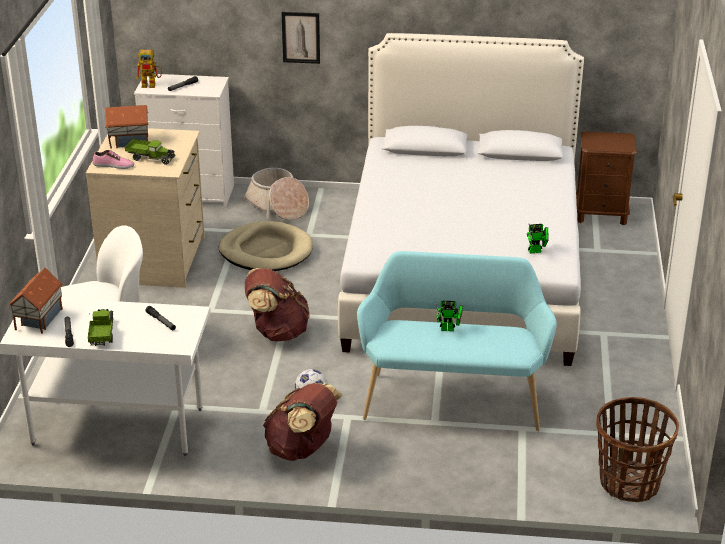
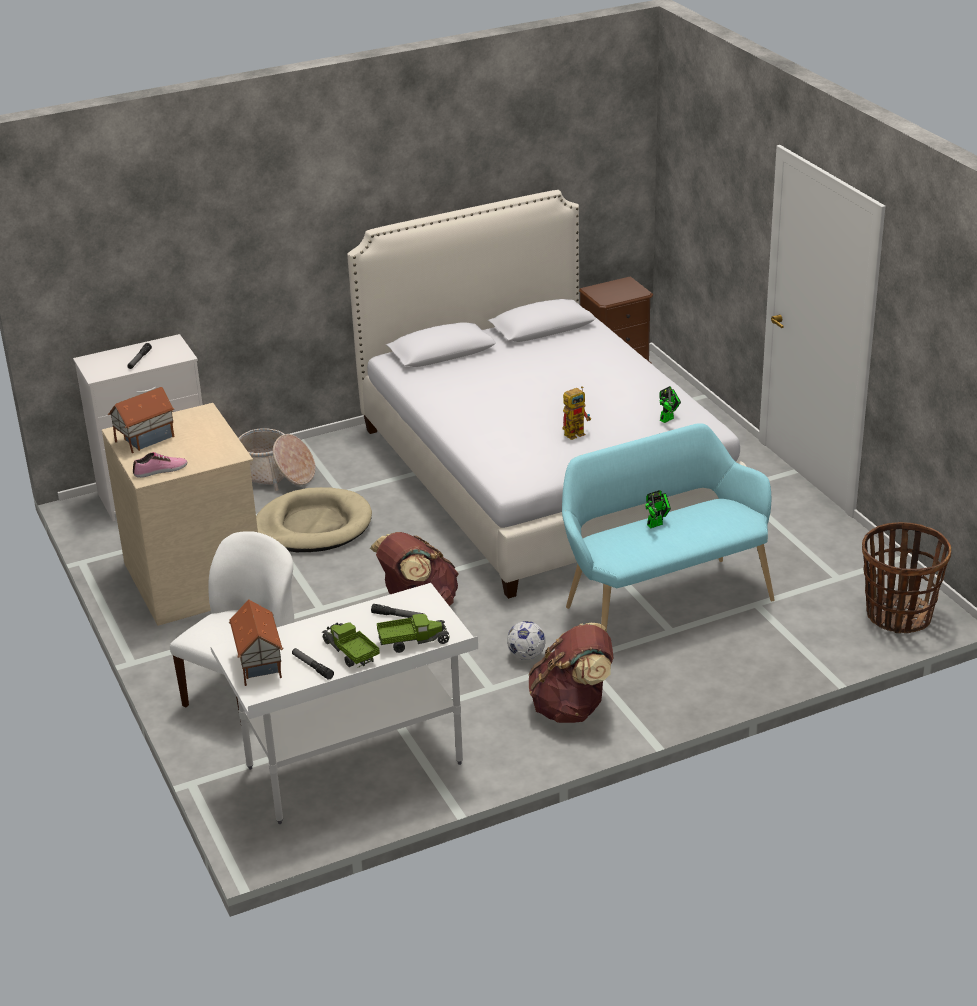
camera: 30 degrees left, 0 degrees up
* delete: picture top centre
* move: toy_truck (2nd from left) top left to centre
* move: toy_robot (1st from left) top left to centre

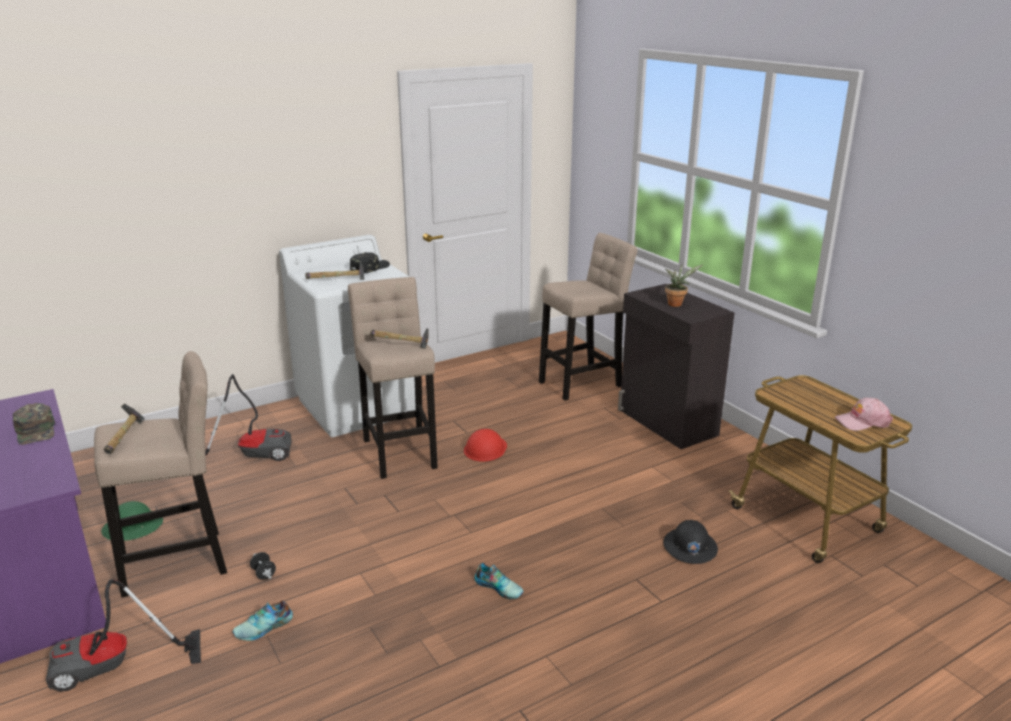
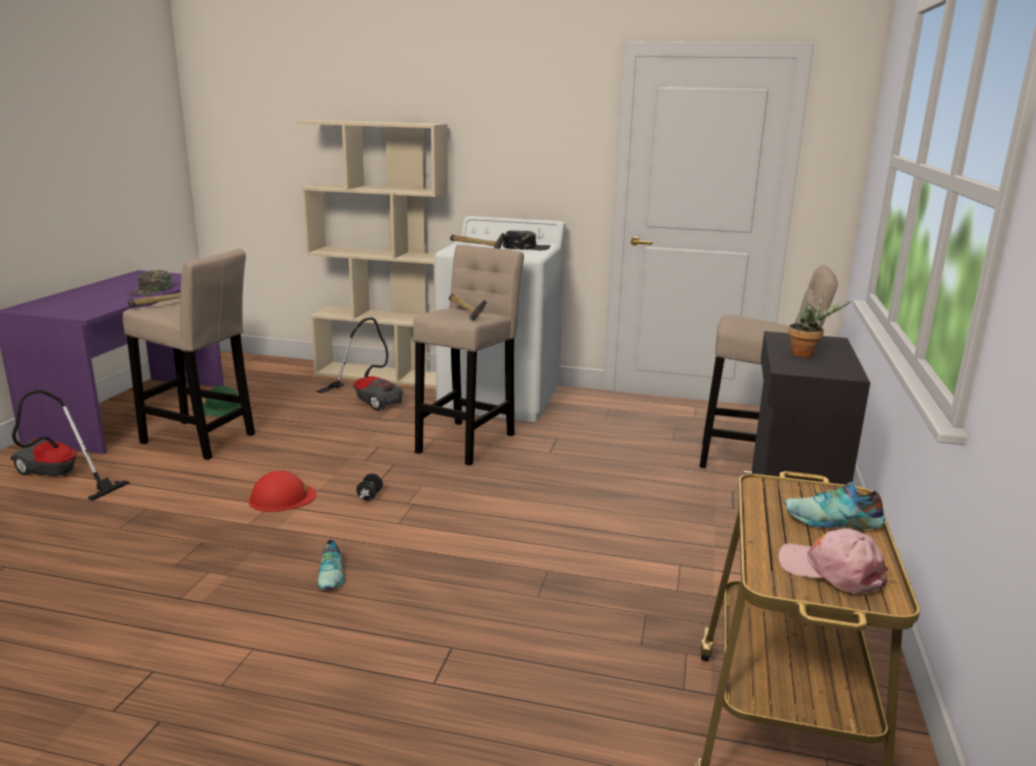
camera: 45 degrees right, 5 degrees down
* delete: black_hard_hat bottom right
* insert: beige_bookcase top centre
* move: shoe (1st from left in the first image) bottom left to shoe (2nd from left) middle right
* move: black_dumbbell bottom left to centre
* move: red_hard_hat centre to middle left

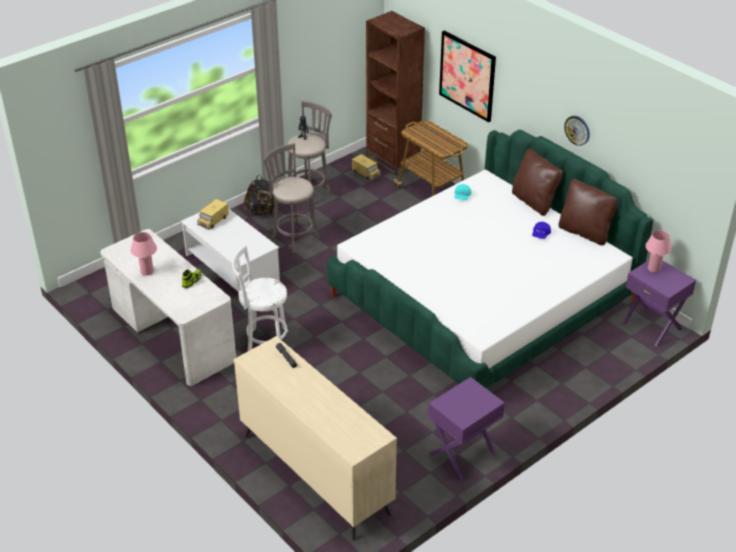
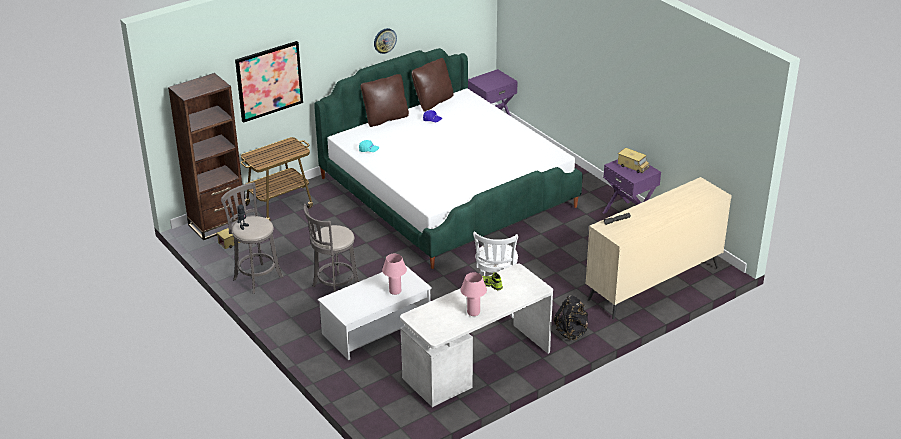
camera: 85 degrees left, 5 degrees down
* move: toy_truck (1st from left in the first image) middle left to toy_truck (2nd from left) middle right
* move: black_backpack centre to bottom centre
* move: pink_table_lamp (2nd from left in the first image) middle right to pink_table_lamp (1st from left) centre

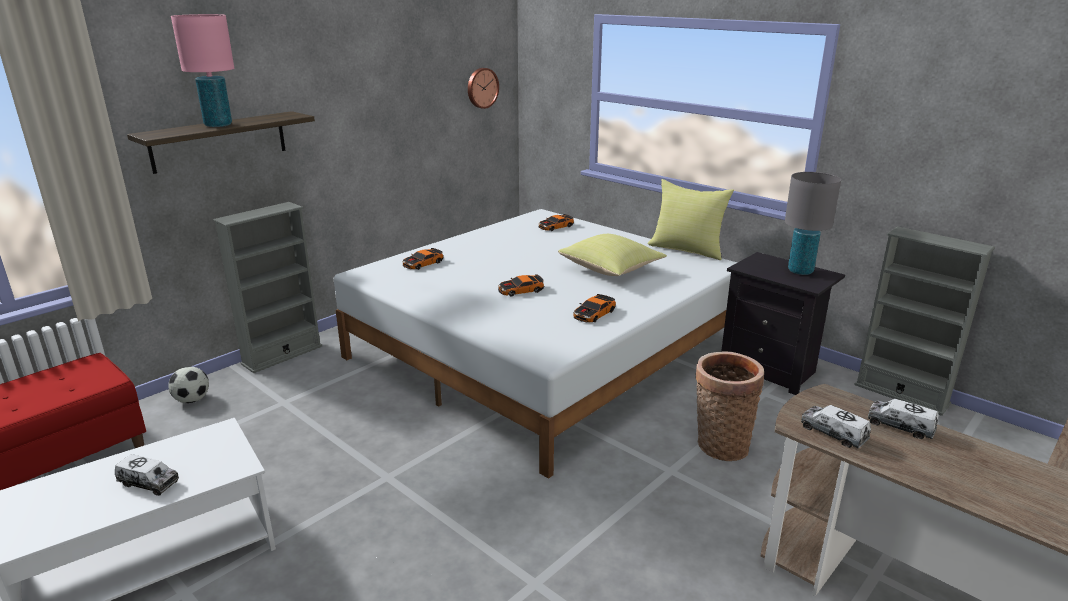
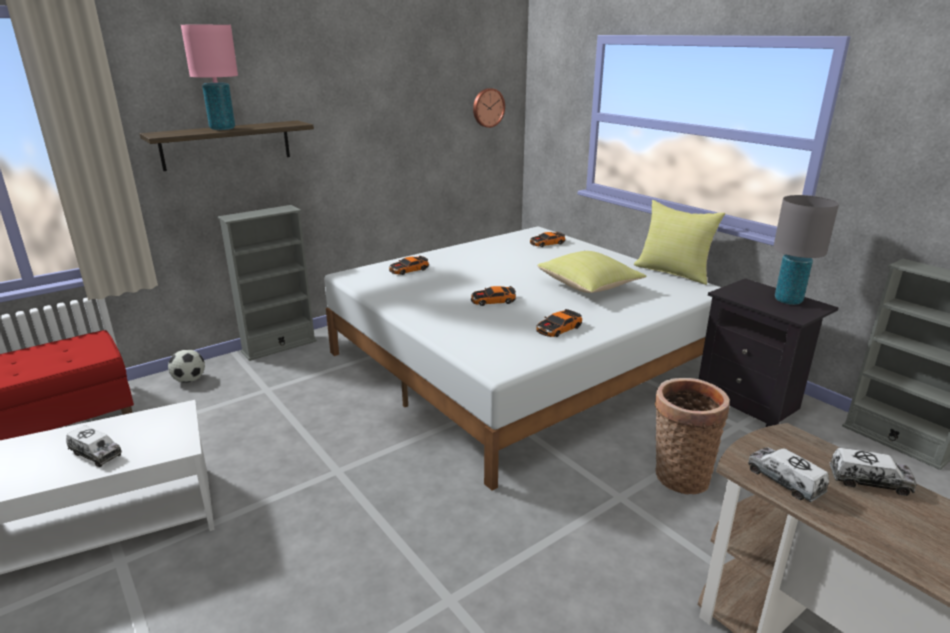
camera: 10 degrees right, 0 degrees up
* rotate: toy_truck (3rd from left) bottom right = bottom right 150 degrees clockwise

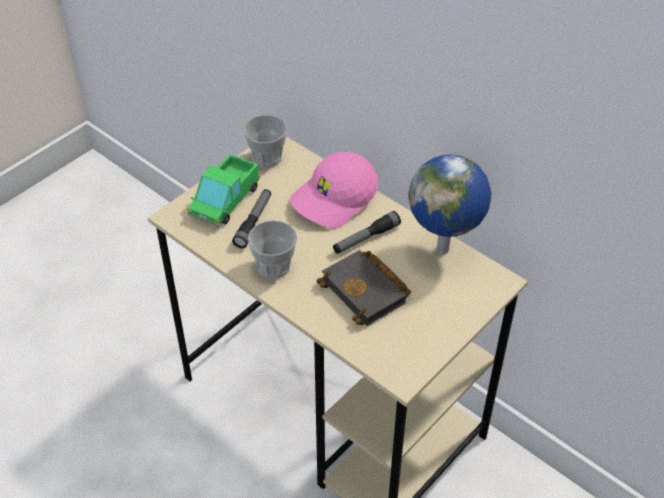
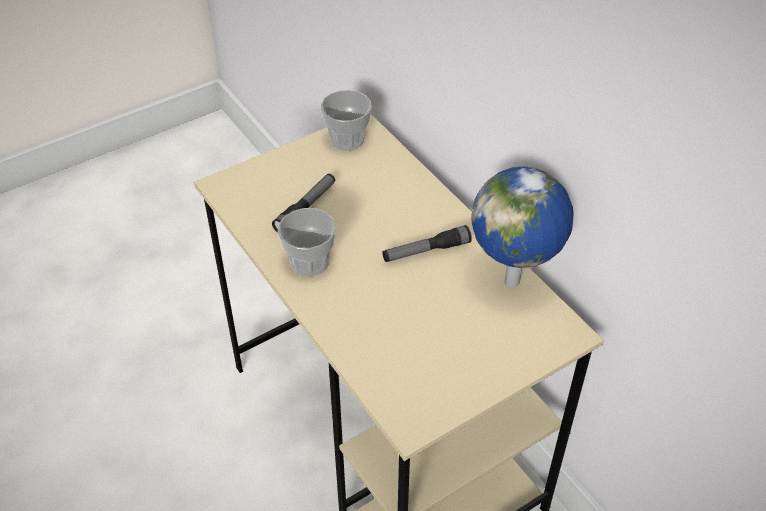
camera: 15 degrees right, 0 degrees up
* delete: toy_truck centre
* delete: pink_cap centre
* delete: black_book centre

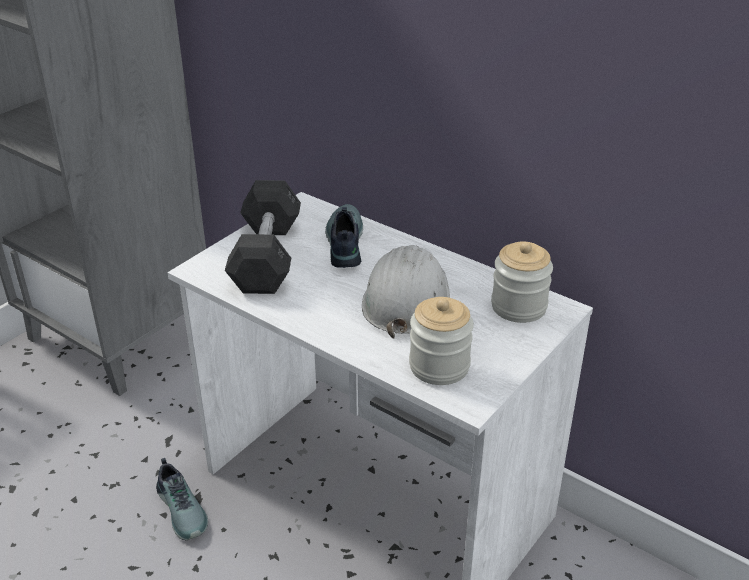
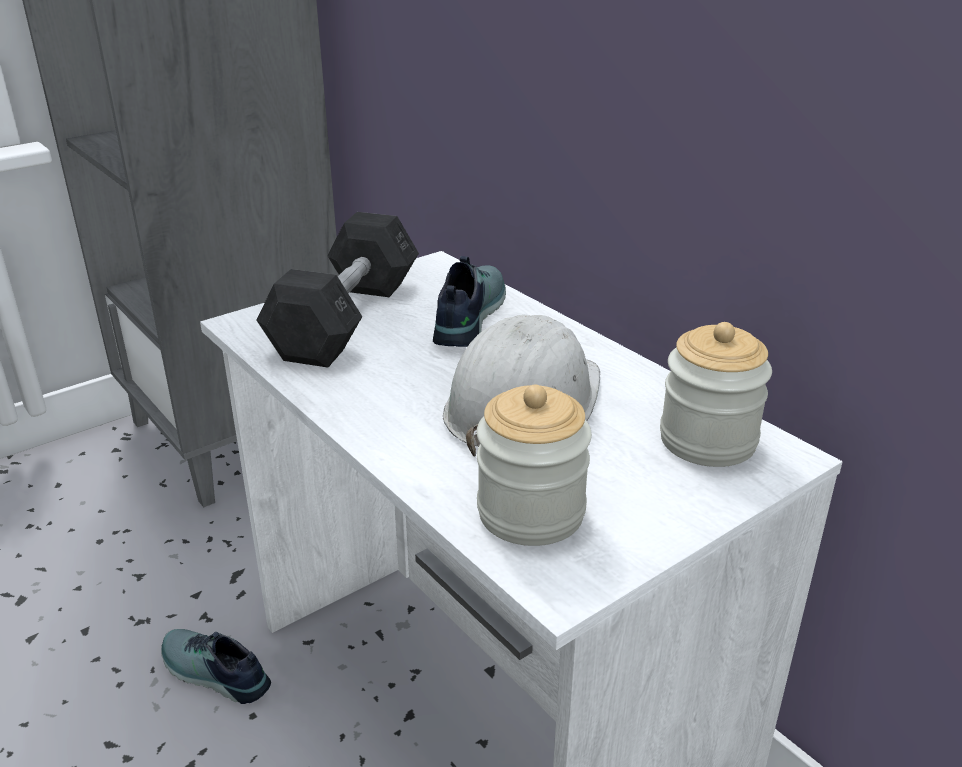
camera: 15 degrees right, 5 degrees down
* rotate: shoe (1st from left) bottom left = bottom left 135 degrees clockwise

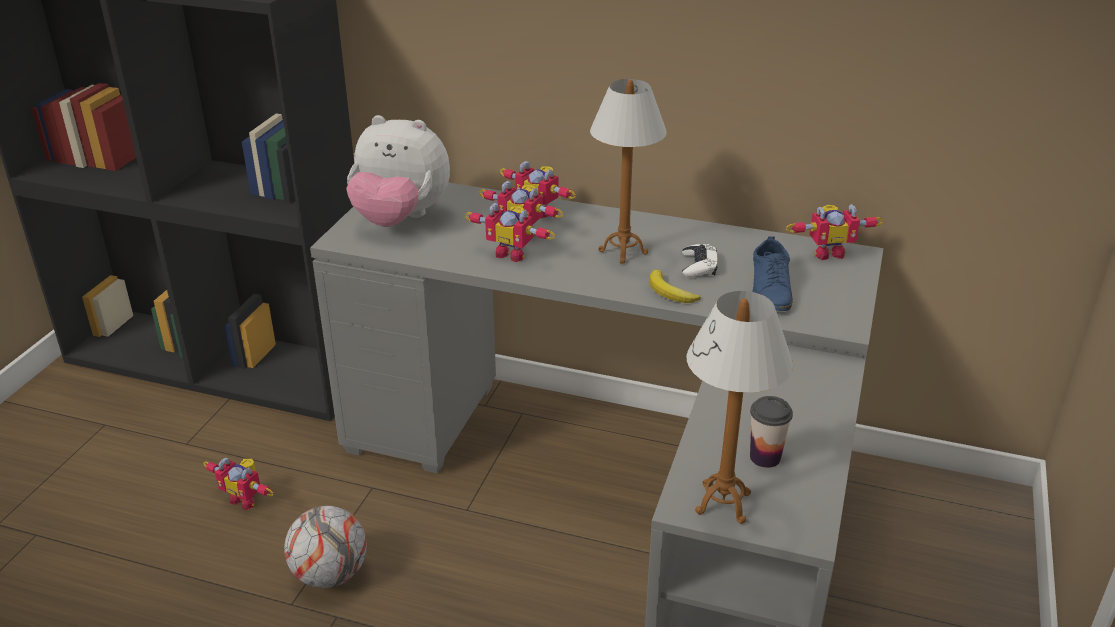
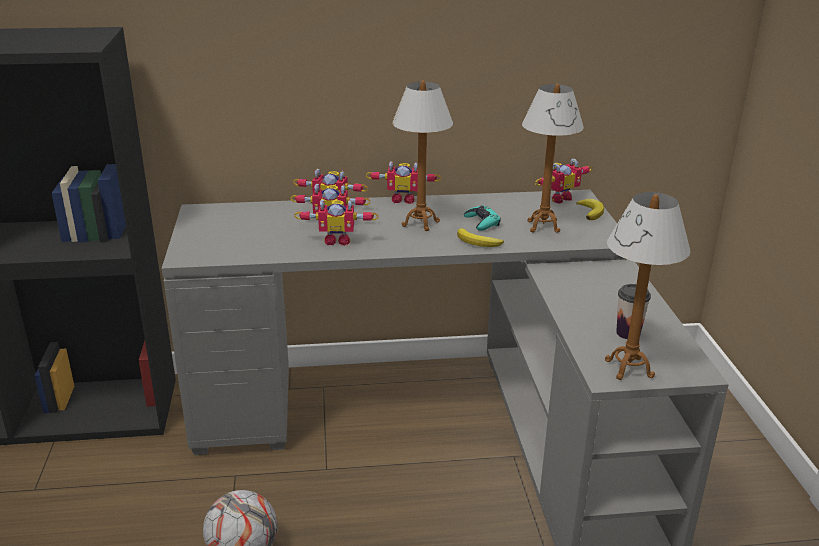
camera: 25 degrees left, 5 degrees down
* delete: plush_toy top centre
* insert: banana (2nd from left) middle right
* move: toy_robot (1st from left in the first image) bottom left to toy_robot (4th from left) centre
* replace: blue_shoe middle right to table_lamp (2nd from left) top right
* recolor: white_game_controller centre to turquoise_game_controller centre

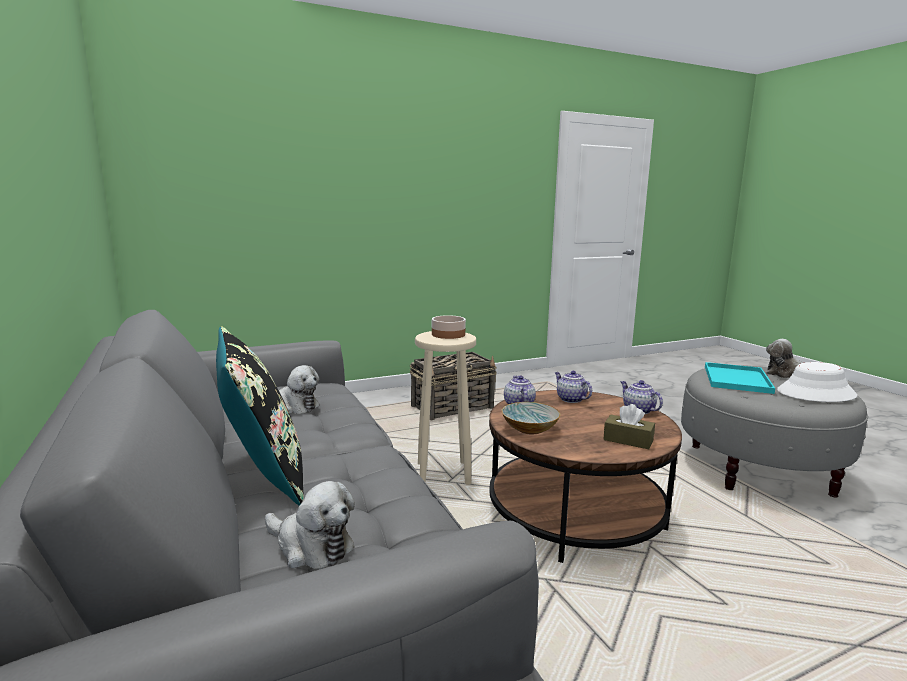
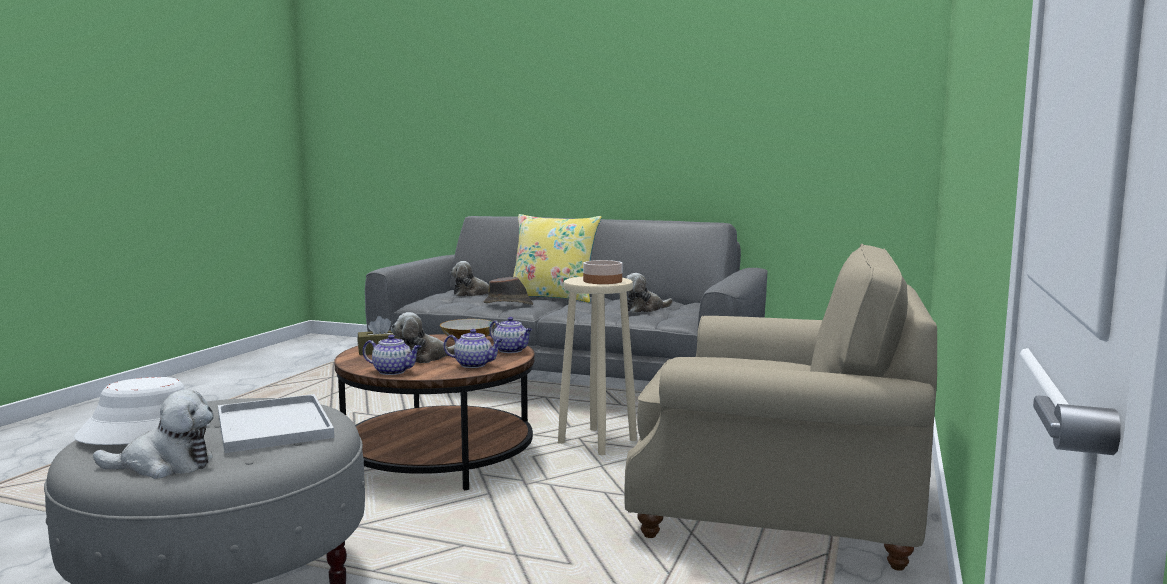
camera: 135 degrees right, 5 degrees down
* insert: plush_toy (2nd from left) centre
* insert: brown_hat centre
* replace: basket centre to beige_armchair bottom right
* recolor: black_pillow middle left to yellow_pillow centre
* recolor: turquoise_tray middle right to white_tray bottom left

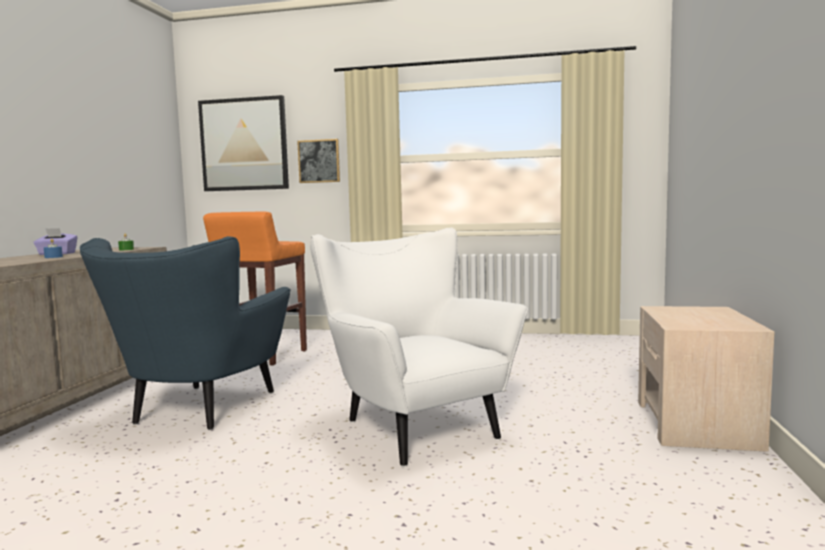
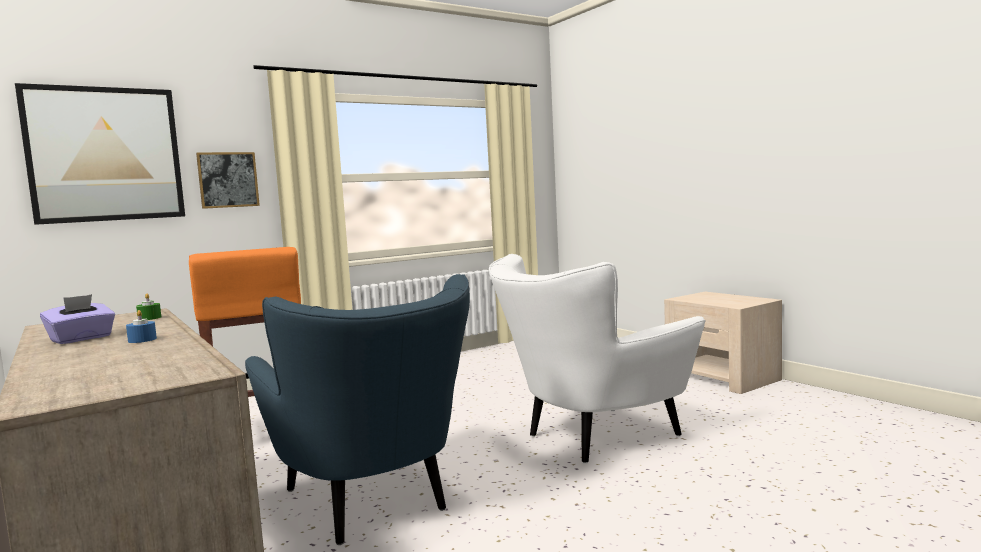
camera: 45 degrees left, 0 degrees up
* rotate: white_armchair centre = centre 45 degrees counterclockwise

